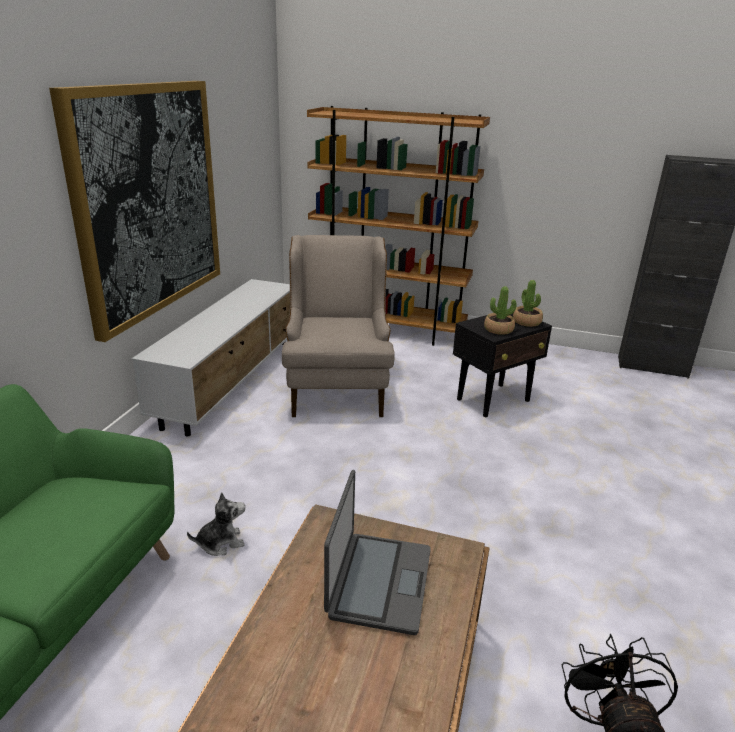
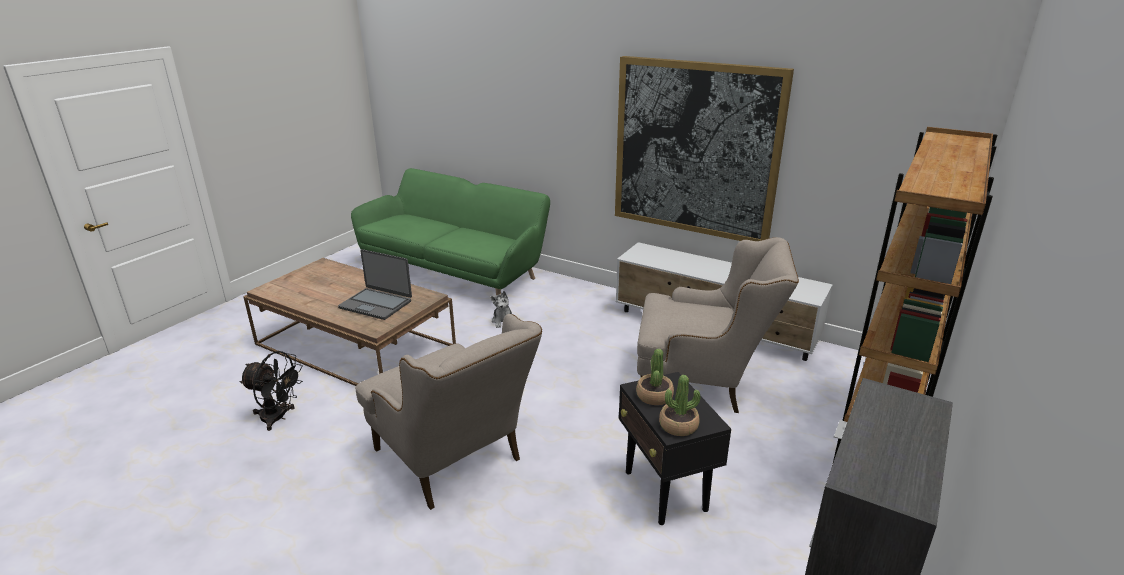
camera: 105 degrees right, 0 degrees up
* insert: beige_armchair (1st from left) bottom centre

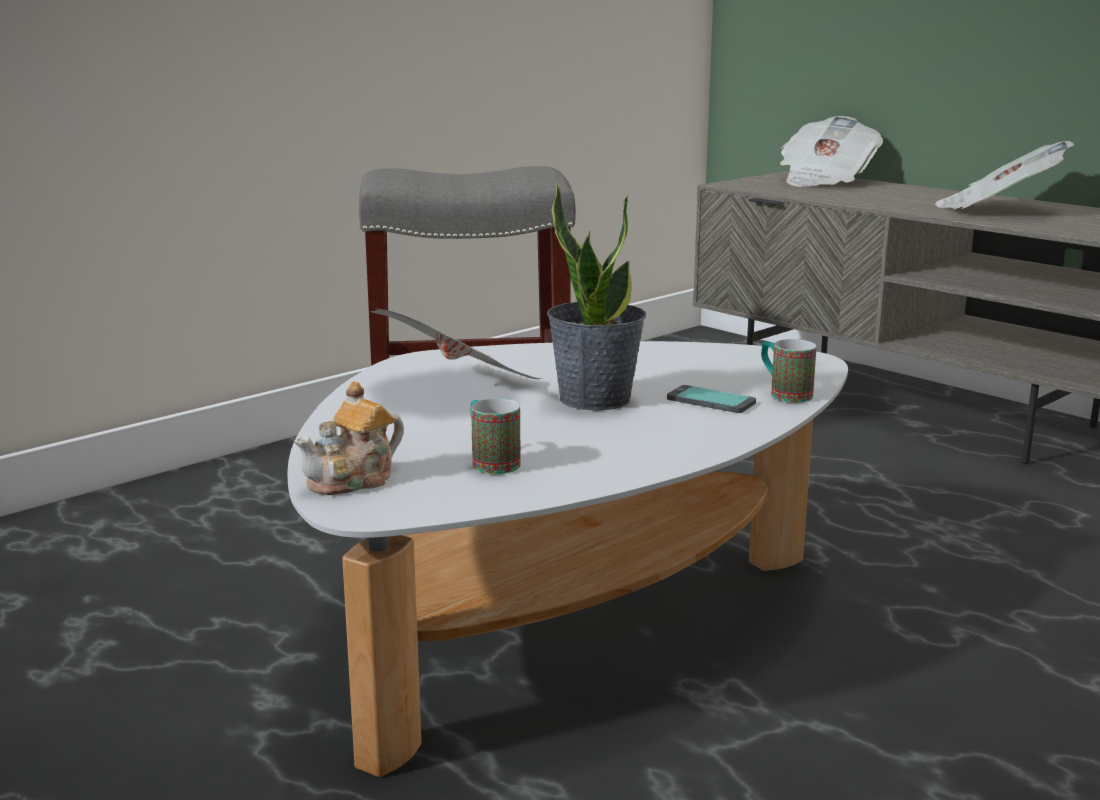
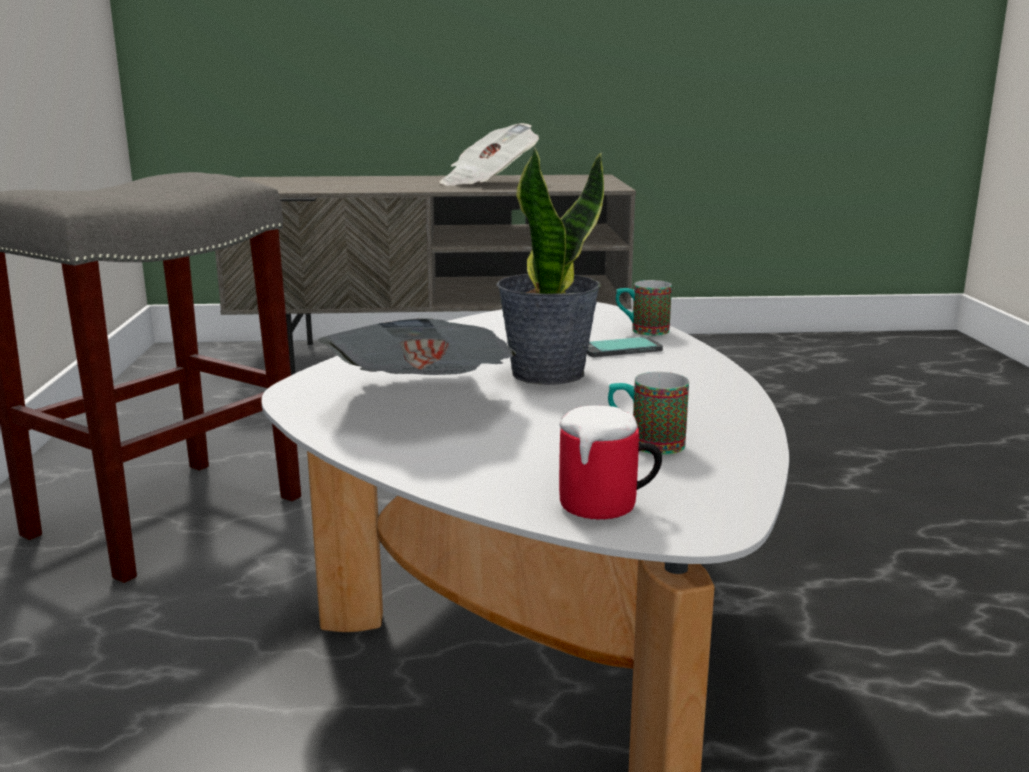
camera: 50 degrees left, 0 degrees up
* delete: newspaper (2nd from left) top right
* replace: teapot middle left to mug (1st from left) centre

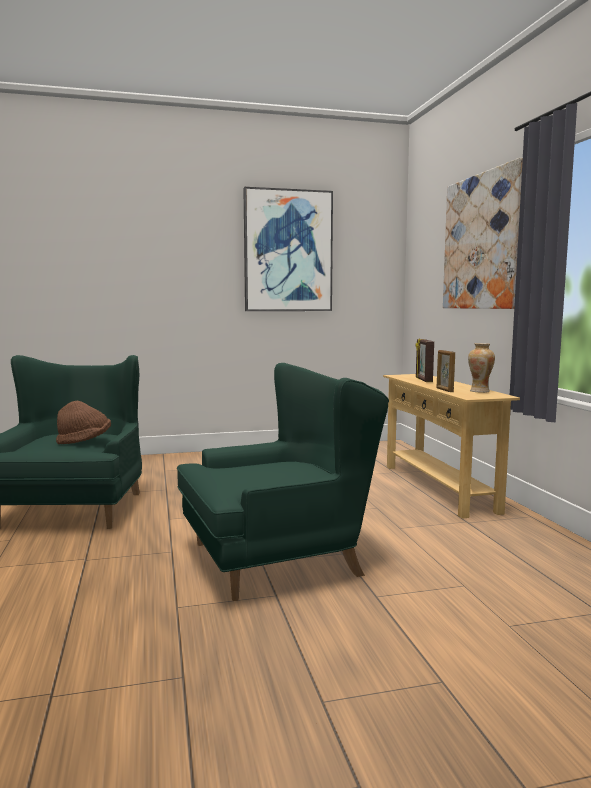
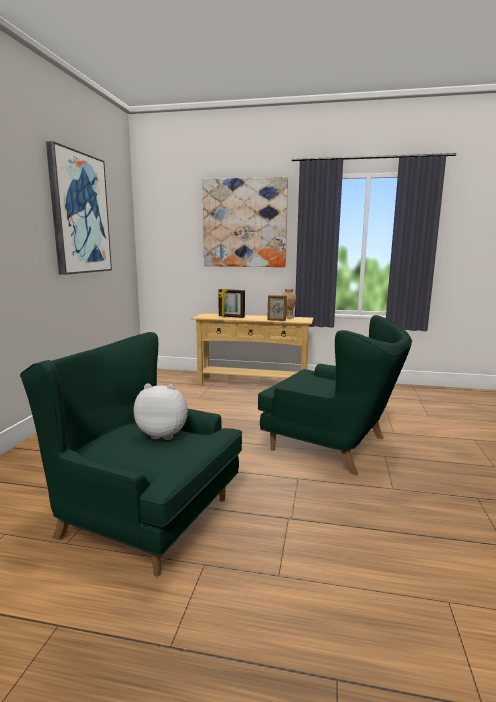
camera: 65 degrees left, 5 degrees up
* replace: brown_hat middle left to plush_toy middle left
* rotate: green_armchair (2nd from left) centre = middle right 120 degrees clockwise

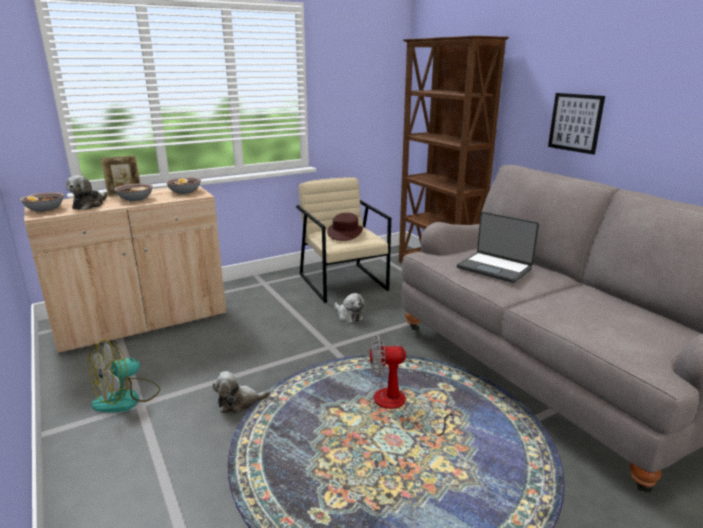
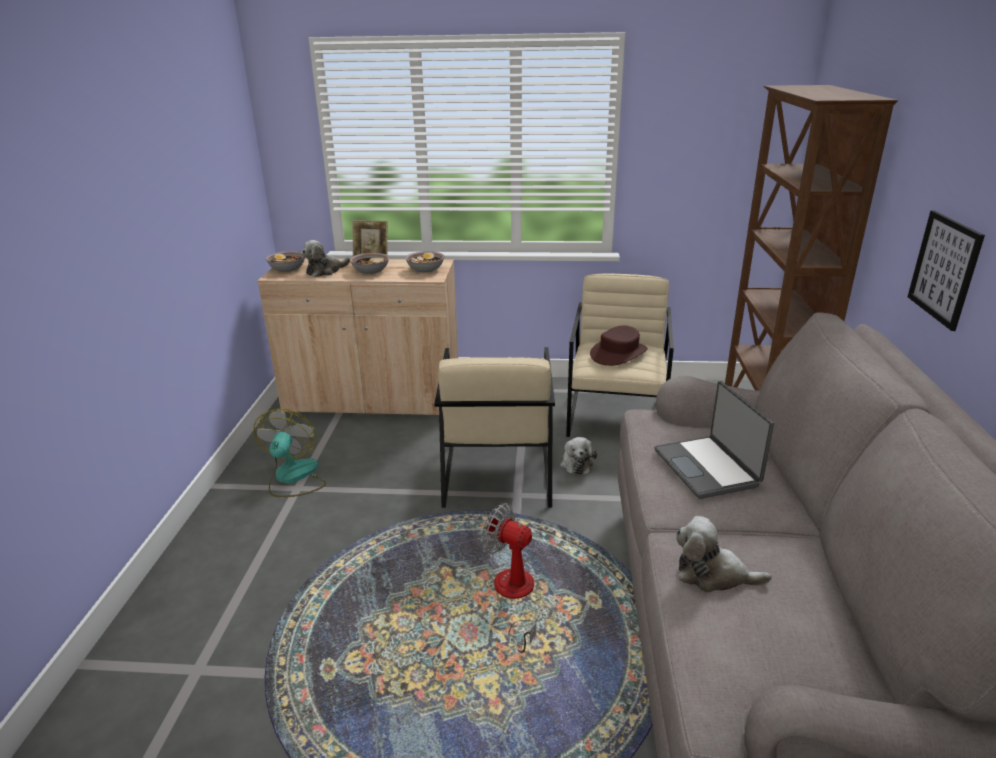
camera: 35 degrees right, 5 degrees up
* insert: beige_armchair (1st from left) centre
* move: plush_toy (2nd from left in the first image) bottom centre to plush_toy (3rd from left) bottom right
* rotate: fan (1st from left) bottom left = middle left 105 degrees clockwise

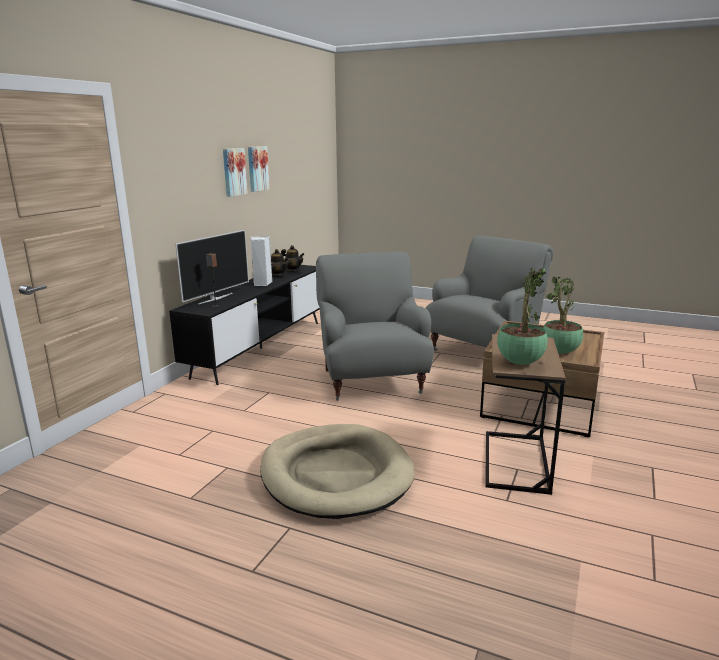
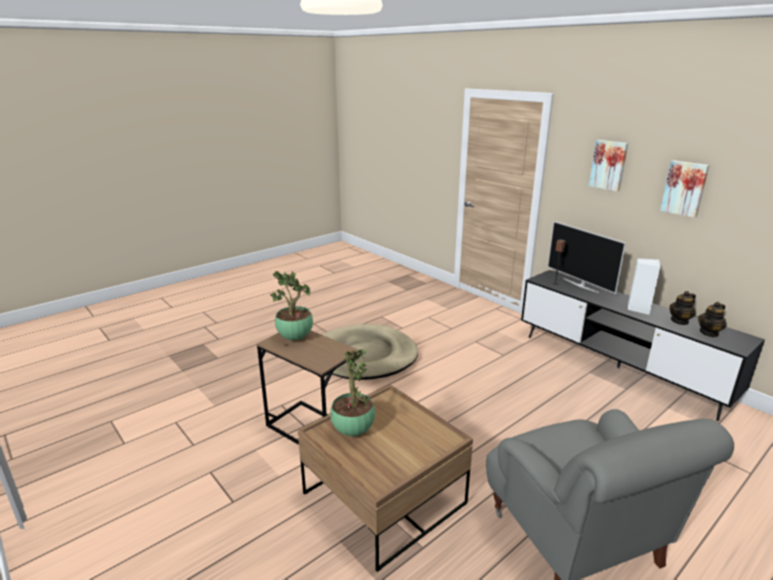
camera: 115 degrees right, 5 degrees up
* delete: grey_armchair (1st from left) centre
* move: picture (2nd from left in the first image) top centre to picture (1st from left) top right

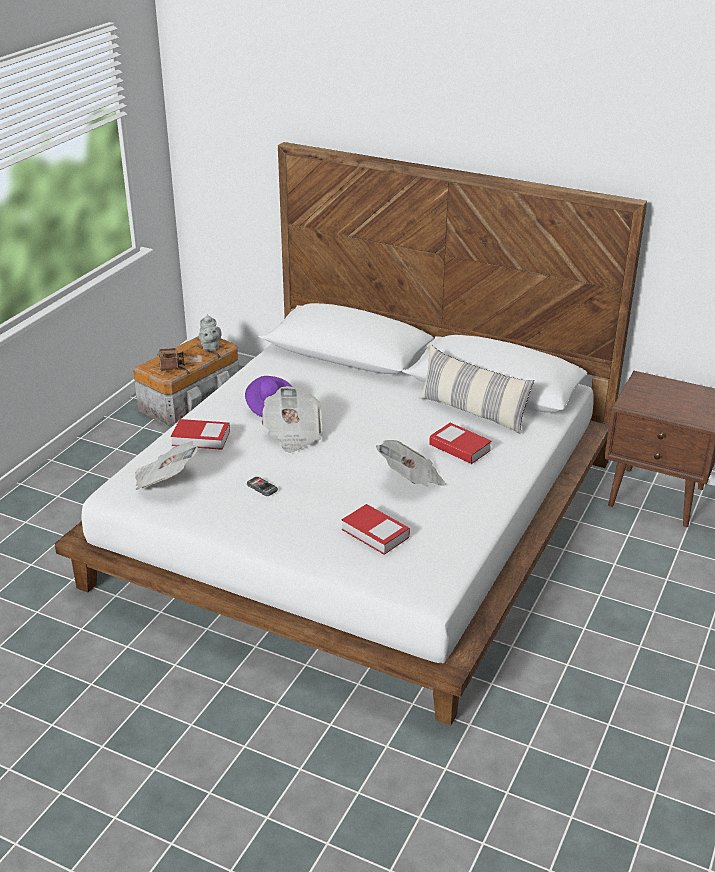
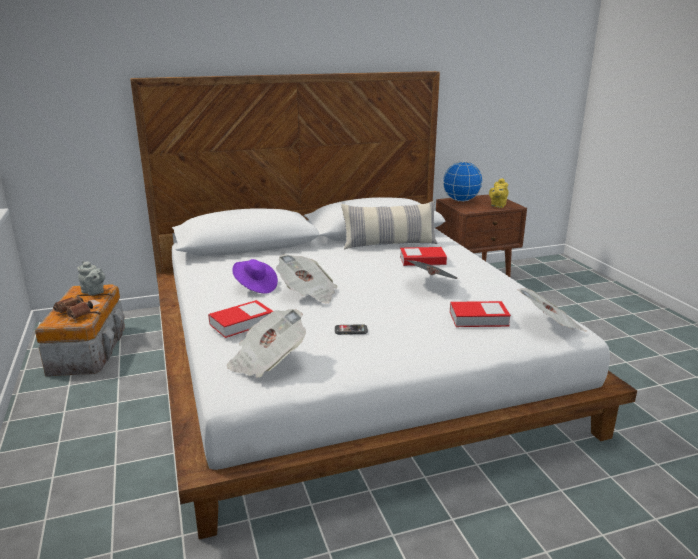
camera: 45 degrees left, 10 degrees down
* insert: globe top centre
* insert: yellow_teapot middle right
* insert: newspaper (4th from left) middle right

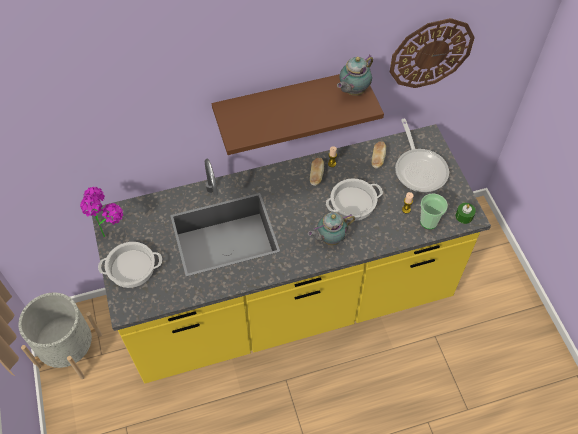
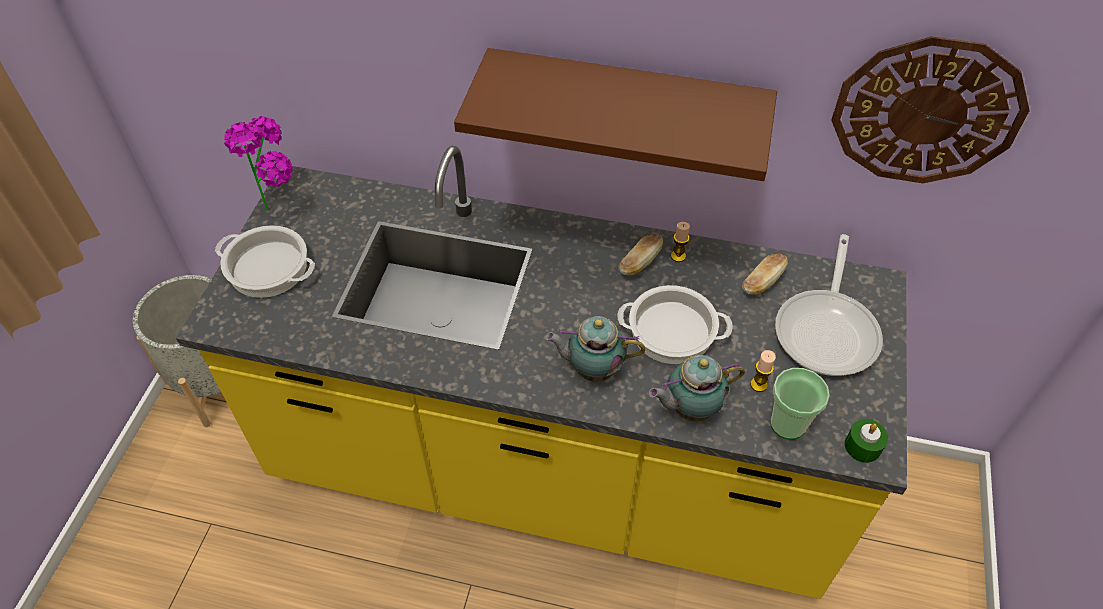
camera: 30 degrees right, 5 degrees down
* move: teapot (2nd from left) top centre to centre

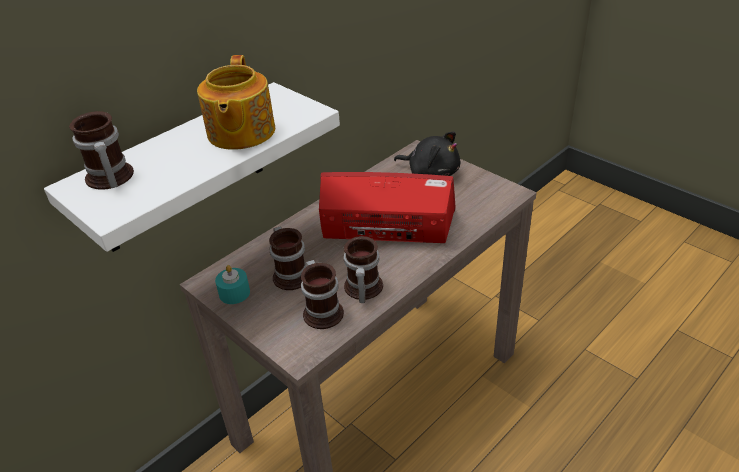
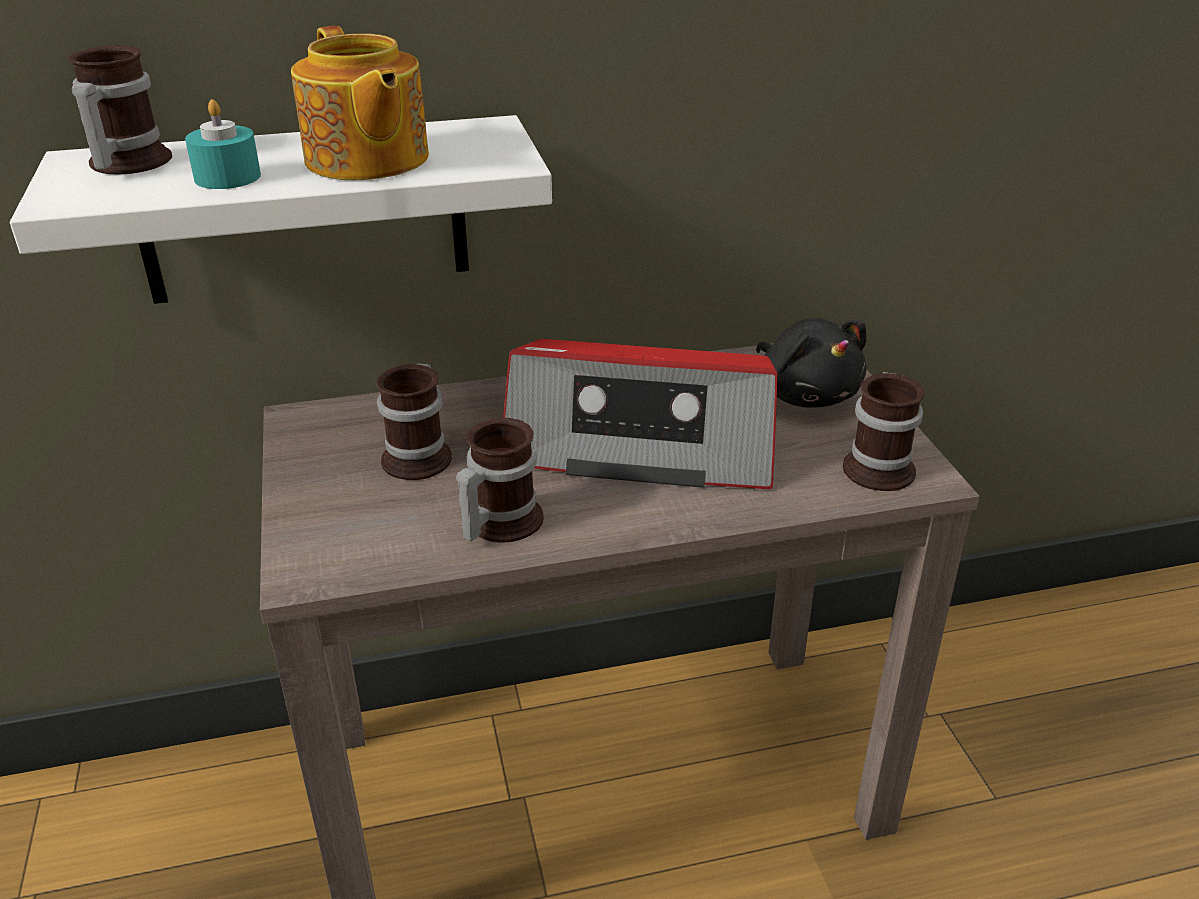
camera: 30 degrees right, 5 degrees down
* move: turquoise_candle middle left to top left
* move: mug (3rd from left in the first image) centre to mug (4th from left) middle right
* rotate: teapot top left = top left 60 degrees counterclockwise
* rotate: radio centre = centre 150 degrees clockwise

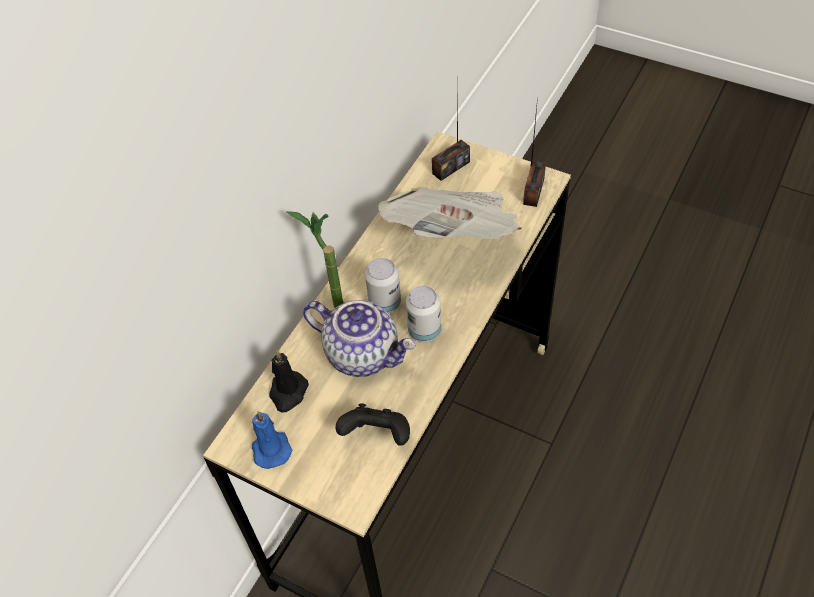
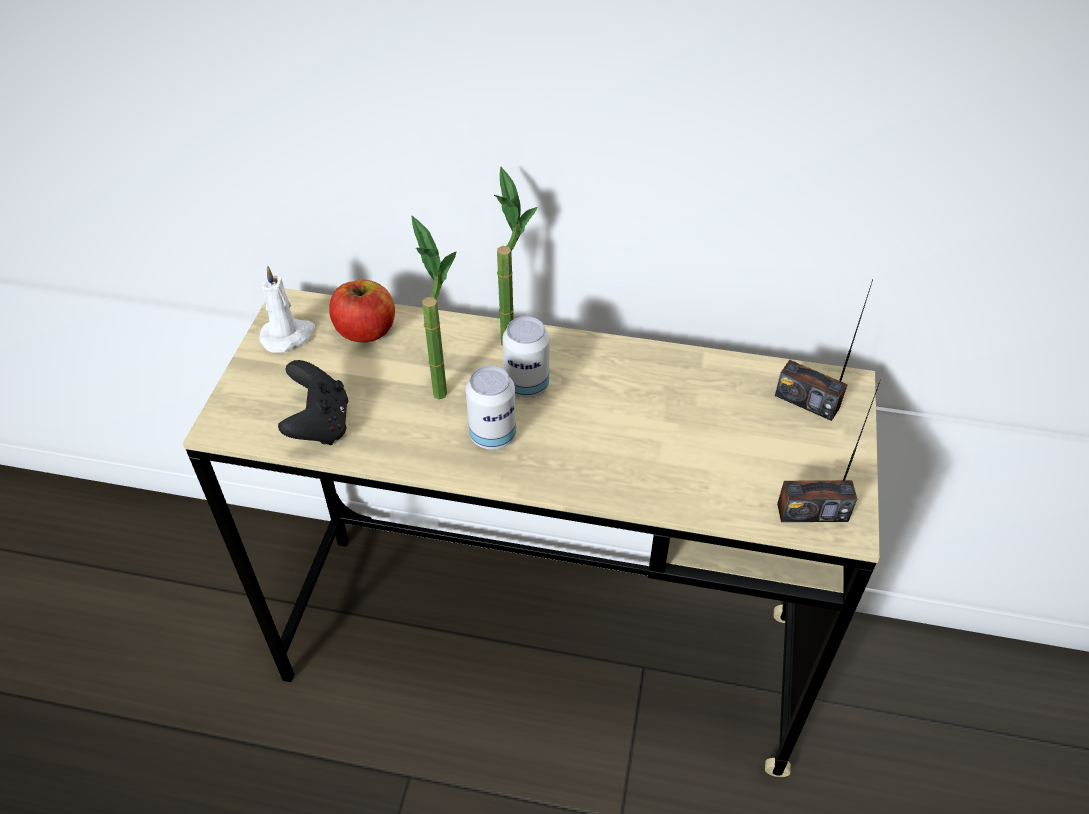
camera: 70 degrees right, 5 degrees down
* delete: newspaper centre
* replace: black_candle centre to apple middle left
* replace: teapot centre to potted_plant (1st from left) centre
* recolor: blue_candle bottom centre to white_candle middle left

